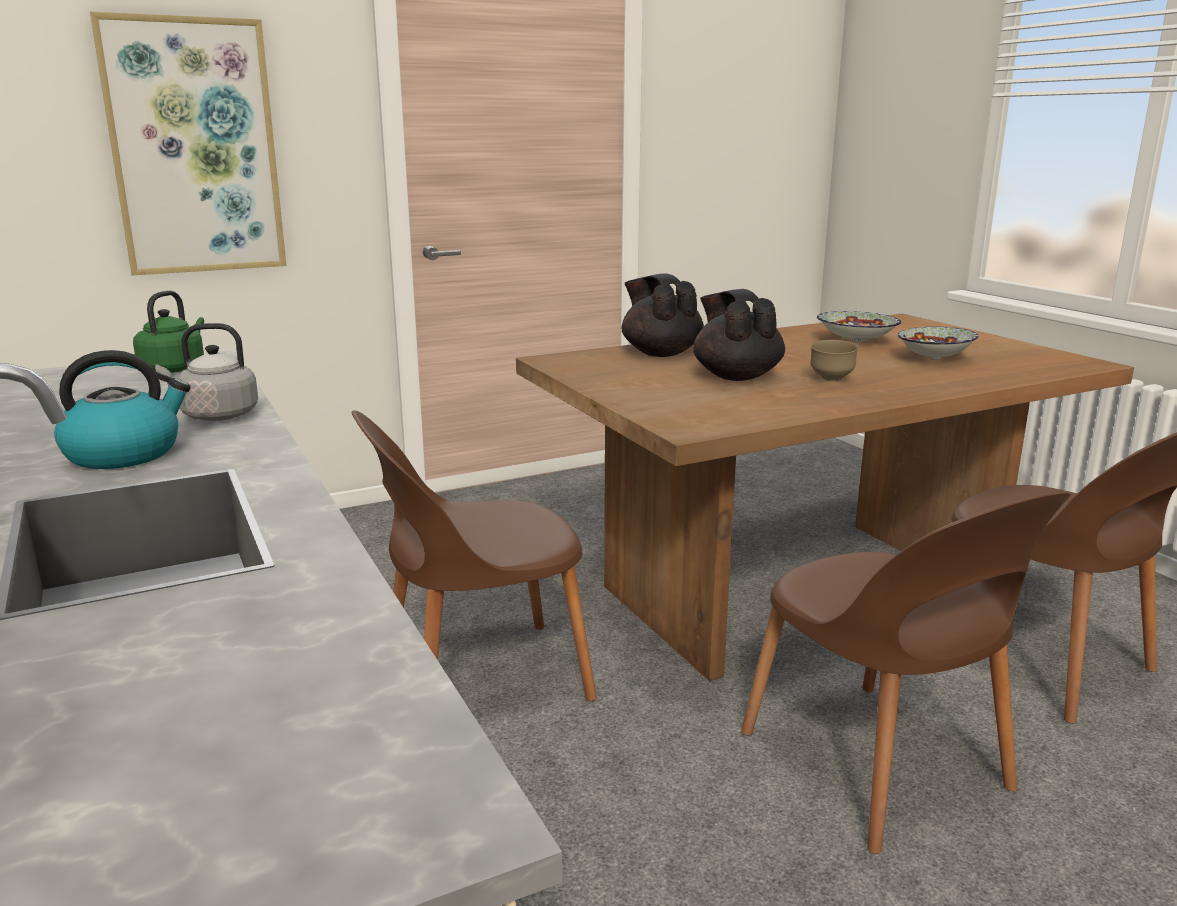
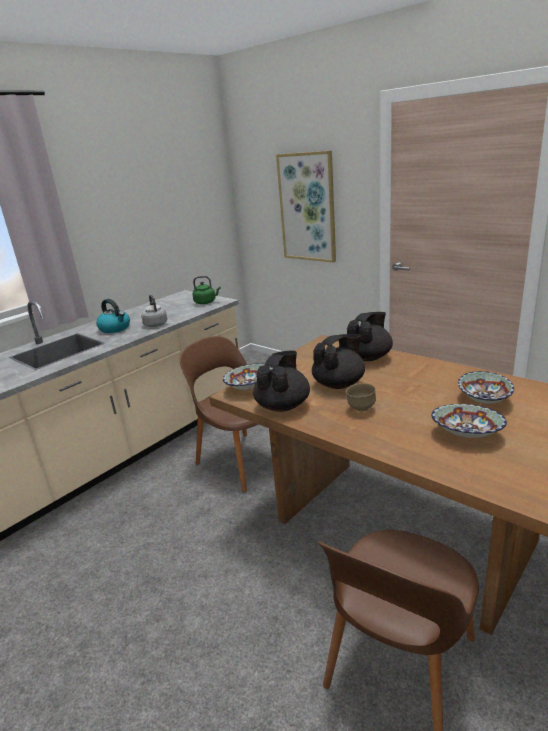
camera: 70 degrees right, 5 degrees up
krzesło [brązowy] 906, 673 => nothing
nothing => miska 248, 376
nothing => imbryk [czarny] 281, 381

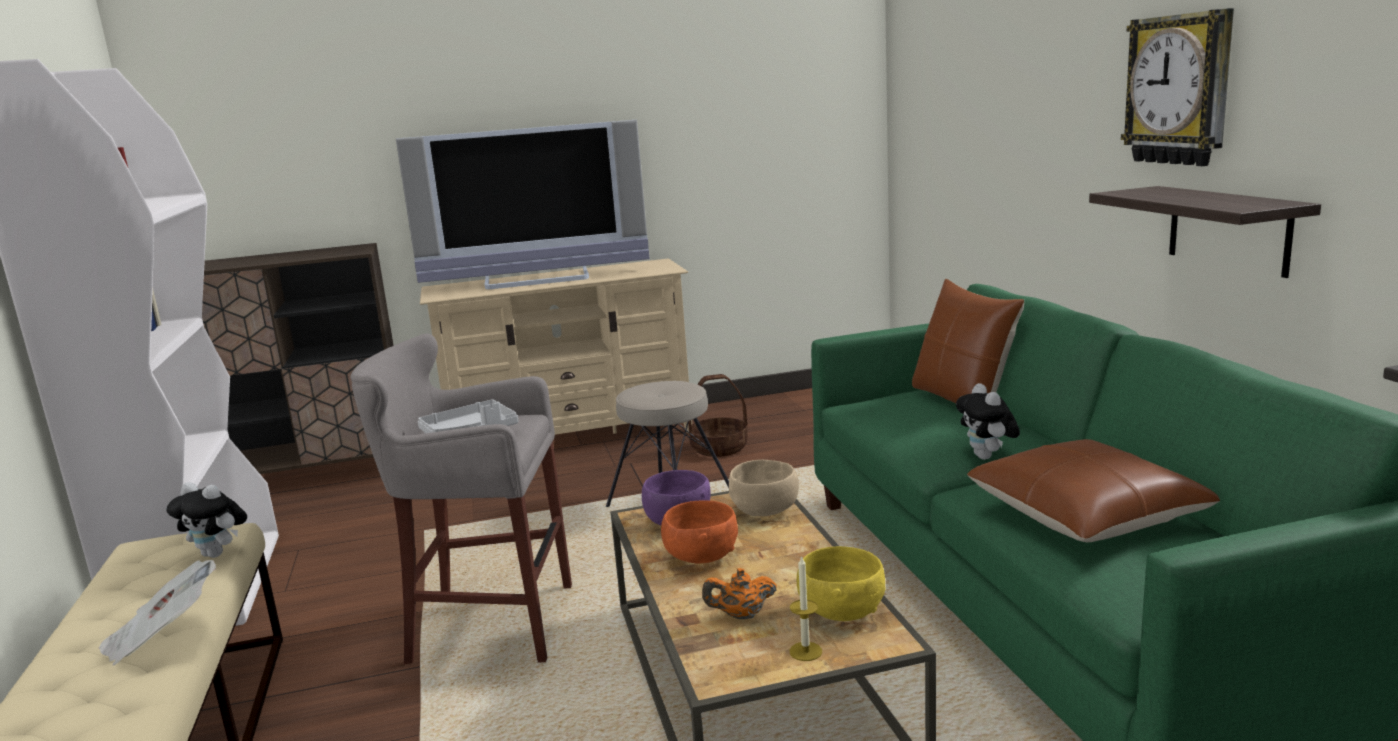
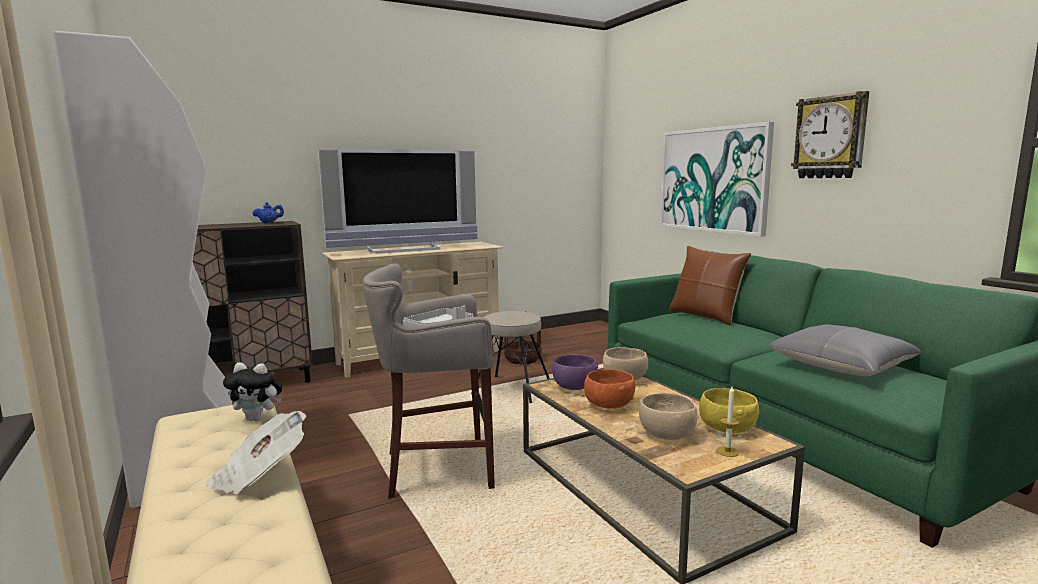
camera: 15 degrees left, 5 degrees down
pluszak 988, 421 => nothing
półka 1205, 232 => nothing
nothing => imbryk [niebieski] 268, 212
nothing => obraz 717, 179
imbryk [pomarańczowy] 739, 593 => miska [beżowy] 668, 416
poduszka [brązowy] 1093, 490 => poduszka [szary] 845, 350

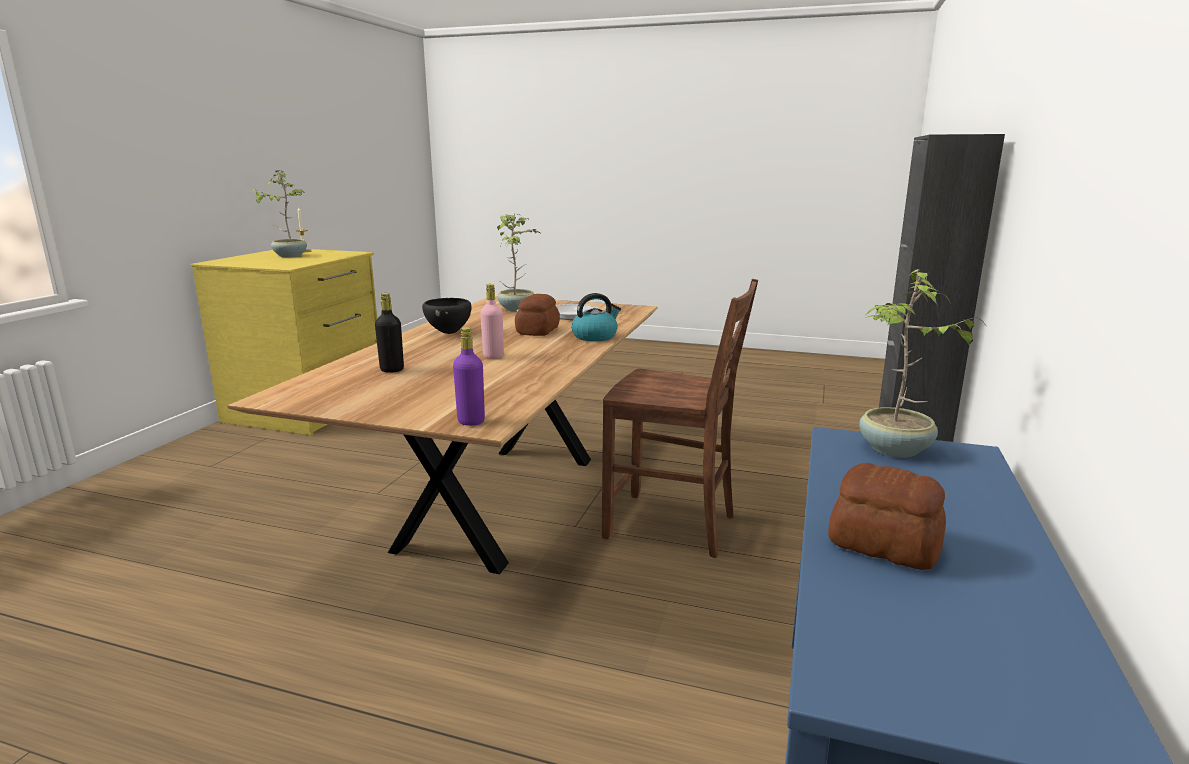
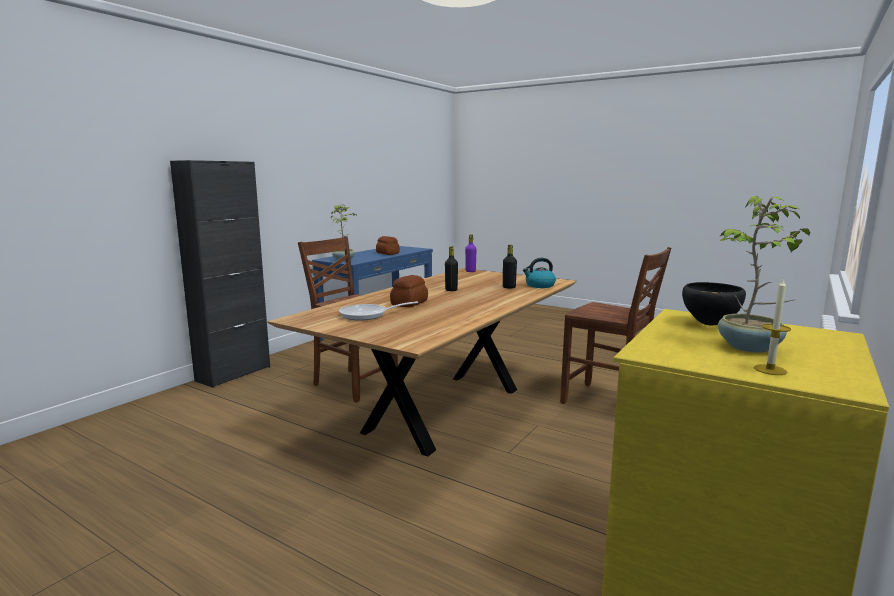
camera: 165 degrees left, 5 degrees down
roślina doniczkowa 518, 263 => nothing
nothing => krzesło [brązowy] 615, 325
miska [czarny] 447, 316 => miska [czarny] 714, 303, shifted
czajnik 596, 317 => czajnik 539, 273, shifted
butelka [różowy] 492, 321 => butelka [czarny] 451, 268

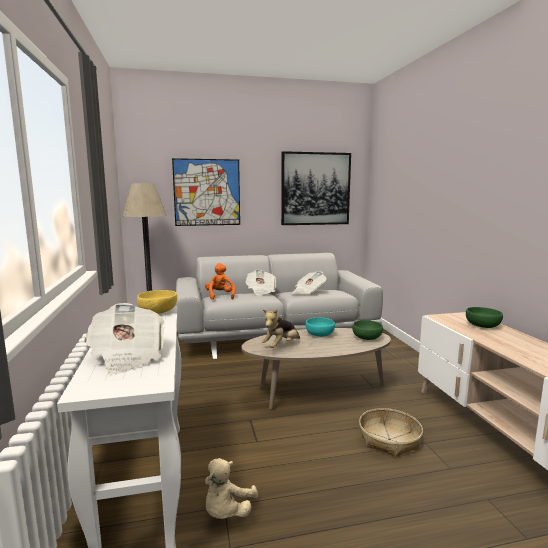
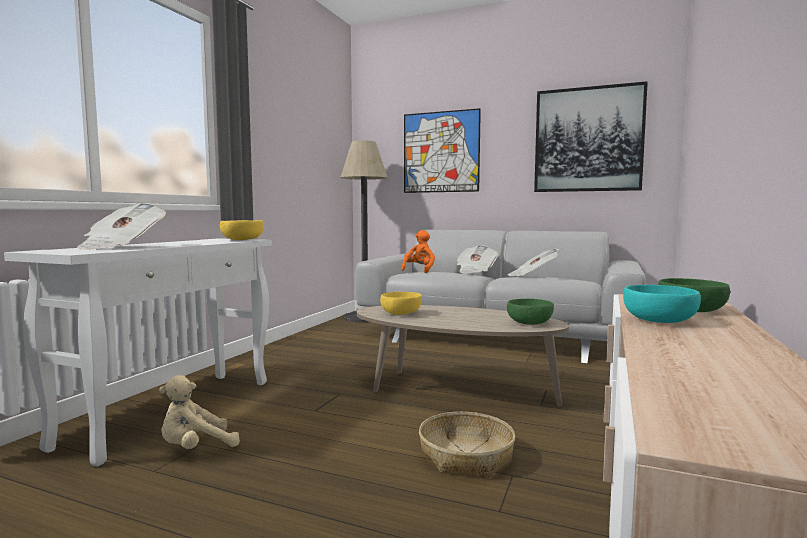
camera: 35 degrees right, 5 degrees down
miska [turkusowy] 320, 327 => miska [turkusowy] 662, 304, shifted
pluszak 280, 328 => miska [żółty] 401, 303

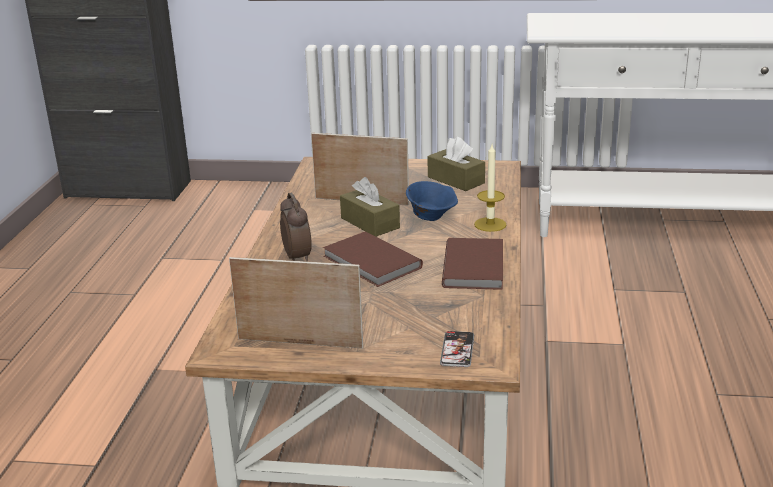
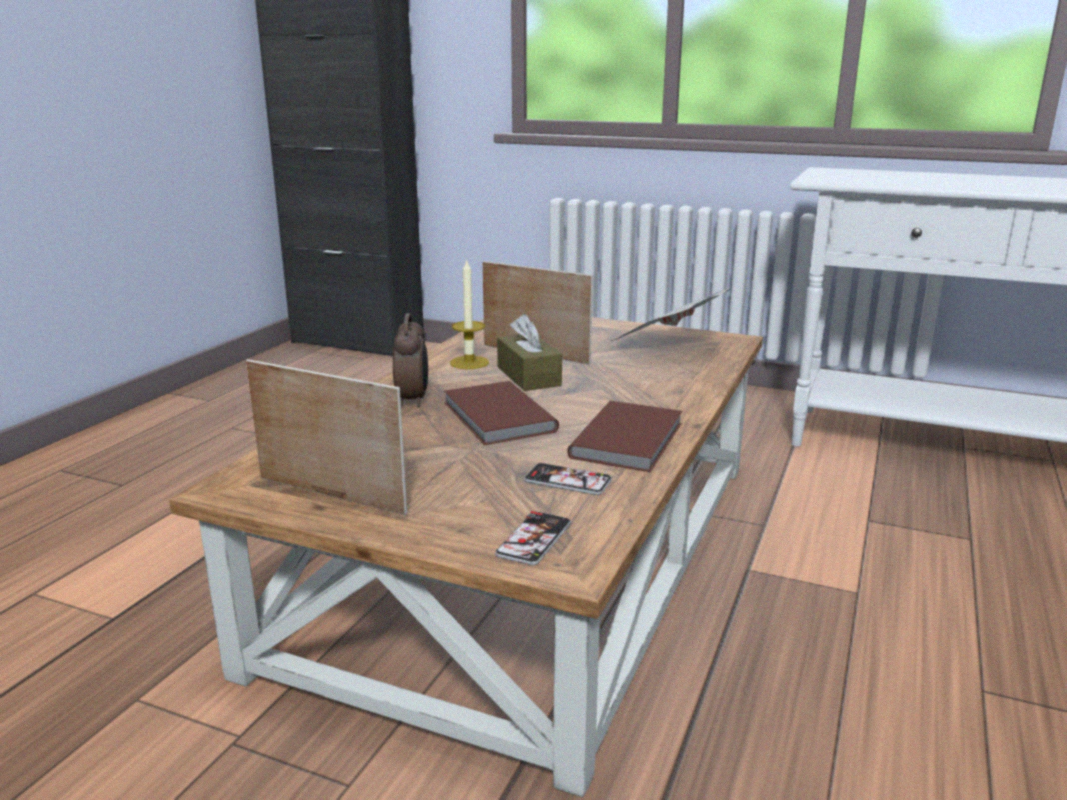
camera: 15 degrees right, 5 degrees down
miska [niebieski] 432, 201 => nothing
nothing => telefon 568, 478
świeca 490, 188 => świeca 469, 313, shifted
pudełko chusteczek [brązowy] 456, 164 => gazeta 670, 314

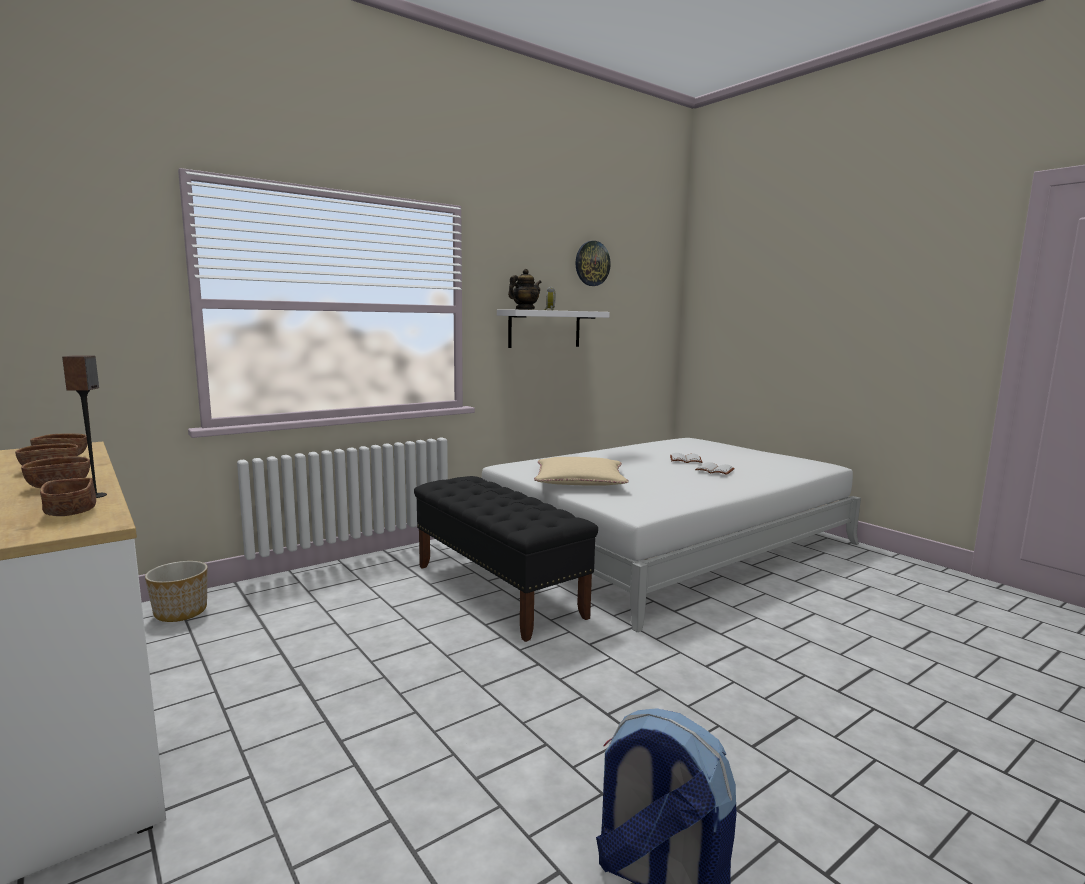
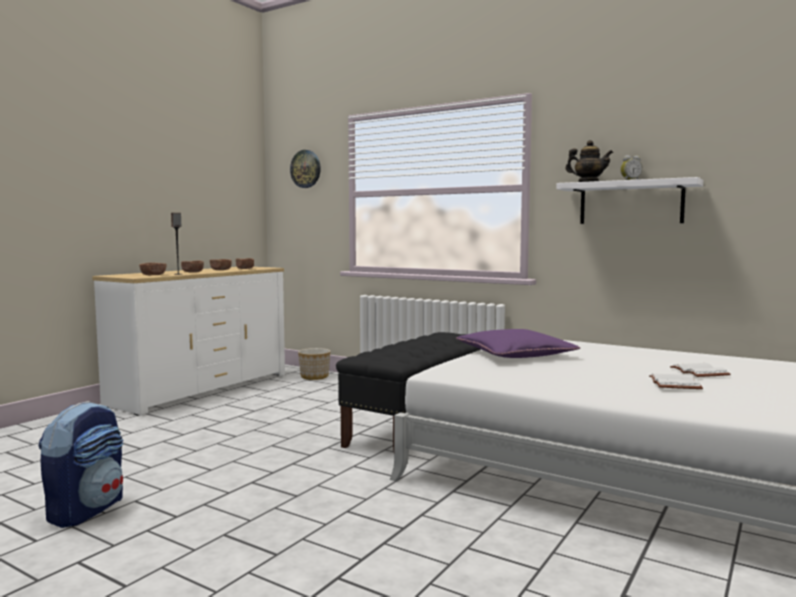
camera: 70 degrees right, 5 degrees down
zegar ścienny 593, 263 => zegar ścienny 305, 169, shifted
poduszka [beżowy] 581, 471 => poduszka [fioletowy] 518, 343

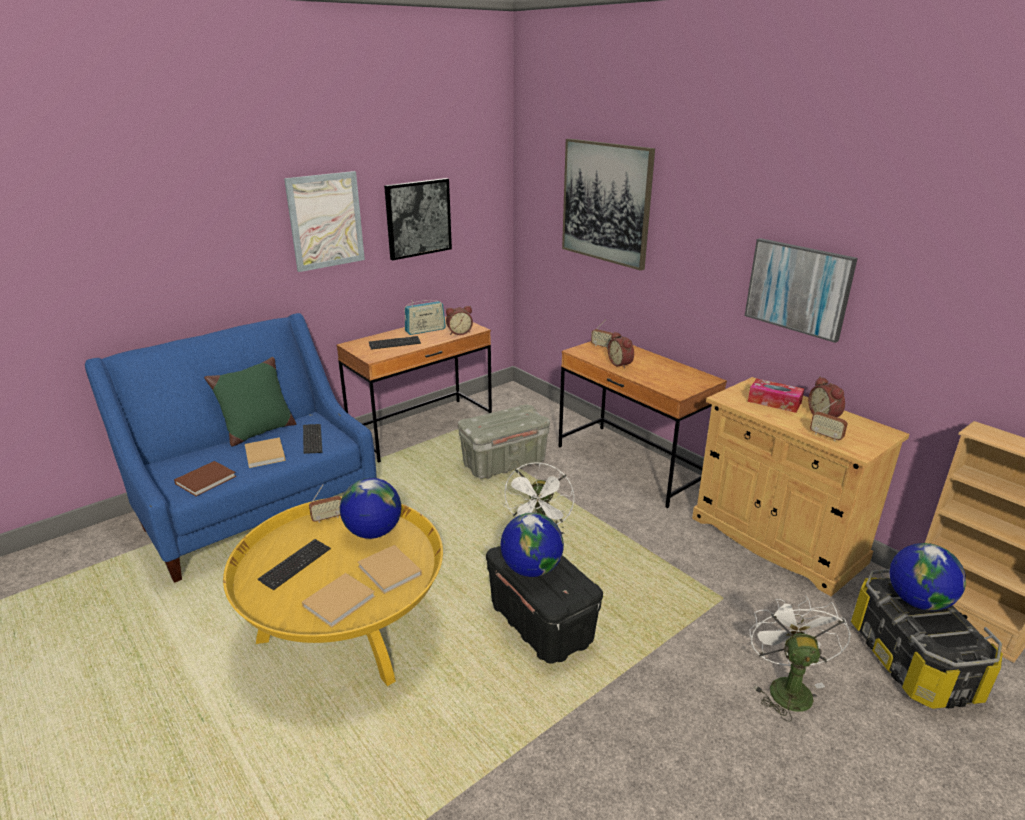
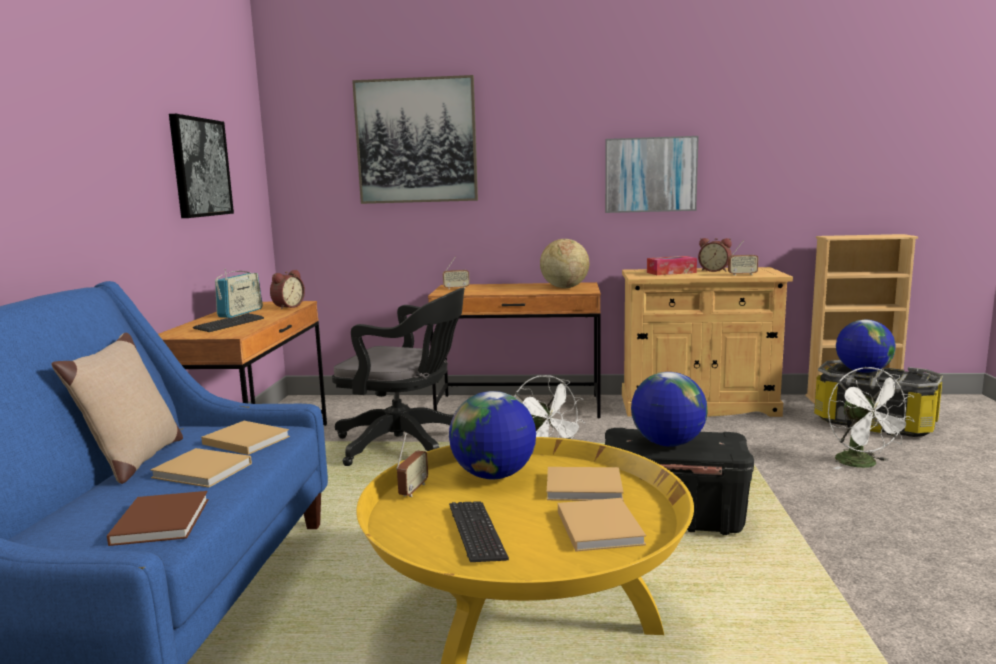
camera: 45 degrees left, 15 degrees down
obraz 324, 221 => nothing
budzik 621, 350 => nothing
nothing => globus 565, 263
klawiatura 312, 439 => książka [beżowy] 245, 438
pojemnik do przechowywania [szary] 504, 441 => krzesło biurowe [czarny] 398, 377
poduszka [zielony] 250, 401 => poduszka [beżowy] 117, 408
wentylator [biały] 800, 658 => wentylator [biały] 871, 418, 150 degrees counterclockwise

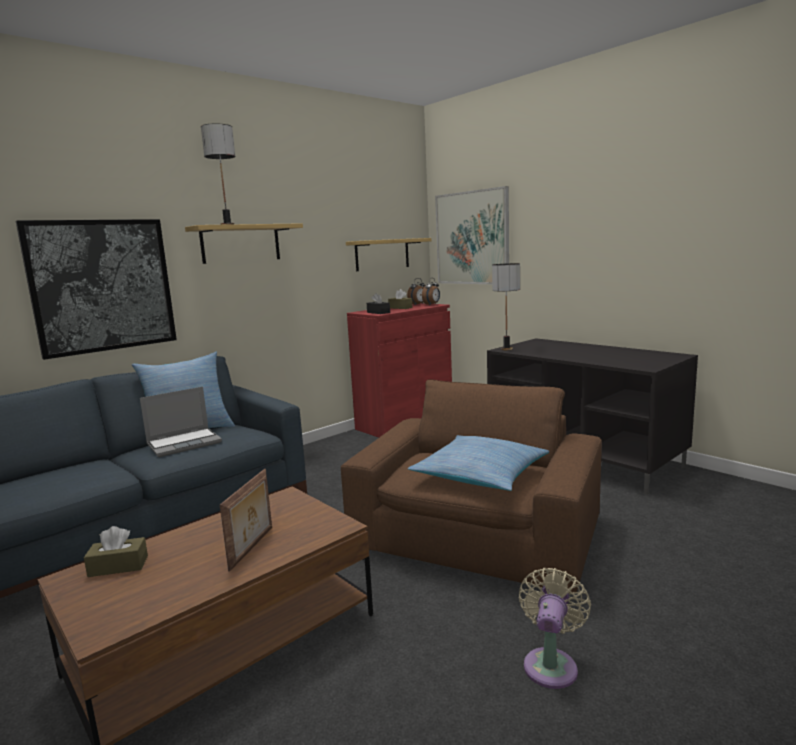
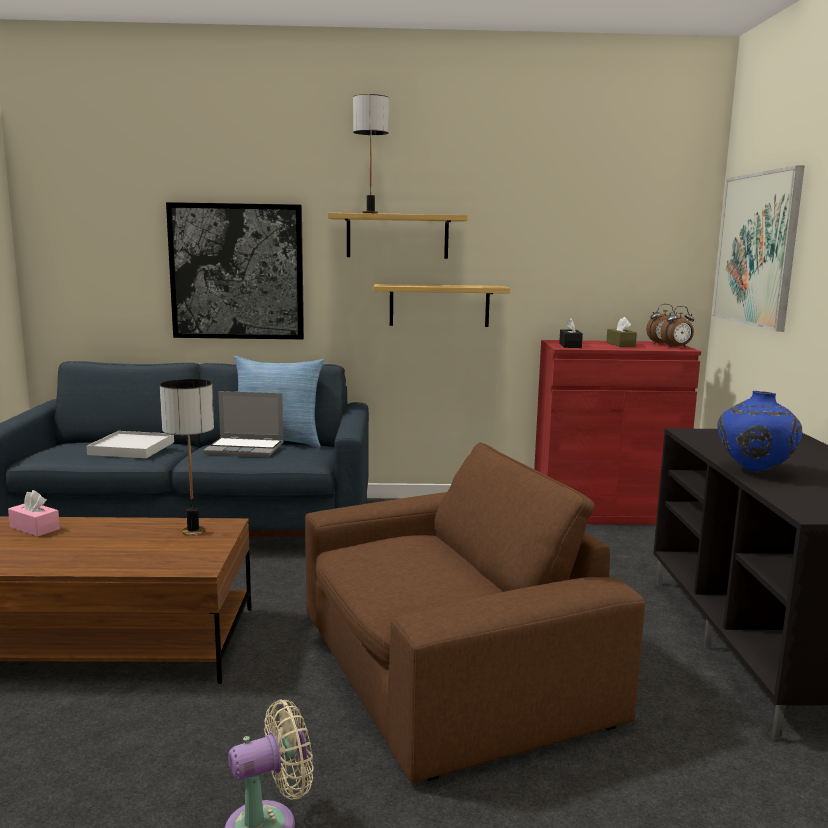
camera: 40 degrees right, 0 degrees up
ramka na zdjęcie 246, 520 => nothing
poduszka 478, 463 => nothing
nothing => taca [biały] 130, 444
nothing => wazon [niebieski] 759, 432
półka 388, 254 => półka 441, 305, shifted
lampa stołowa 506, 306 => lampa stołowa 187, 457, shifted
pudełko chusteczek [brązowy] 116, 551 => pudełko chusteczek [różowy] 34, 513

